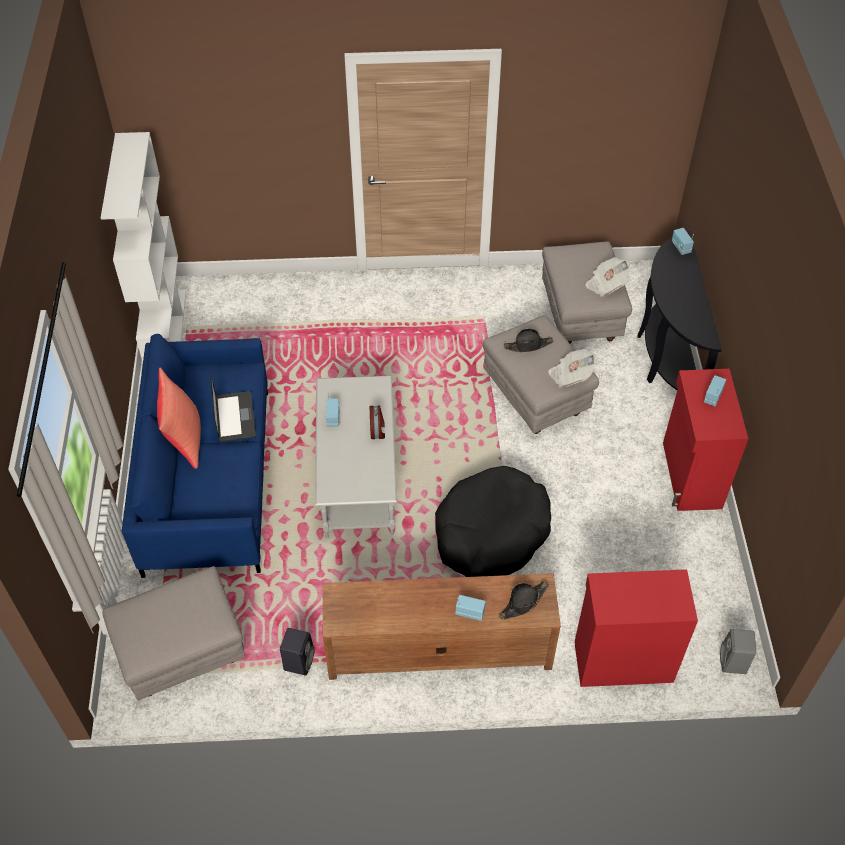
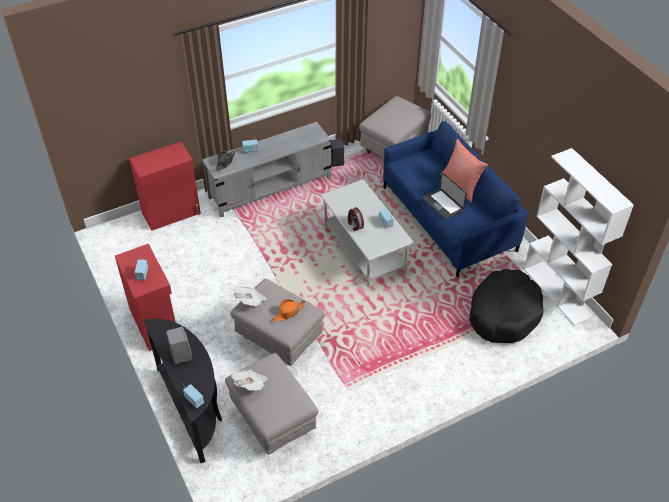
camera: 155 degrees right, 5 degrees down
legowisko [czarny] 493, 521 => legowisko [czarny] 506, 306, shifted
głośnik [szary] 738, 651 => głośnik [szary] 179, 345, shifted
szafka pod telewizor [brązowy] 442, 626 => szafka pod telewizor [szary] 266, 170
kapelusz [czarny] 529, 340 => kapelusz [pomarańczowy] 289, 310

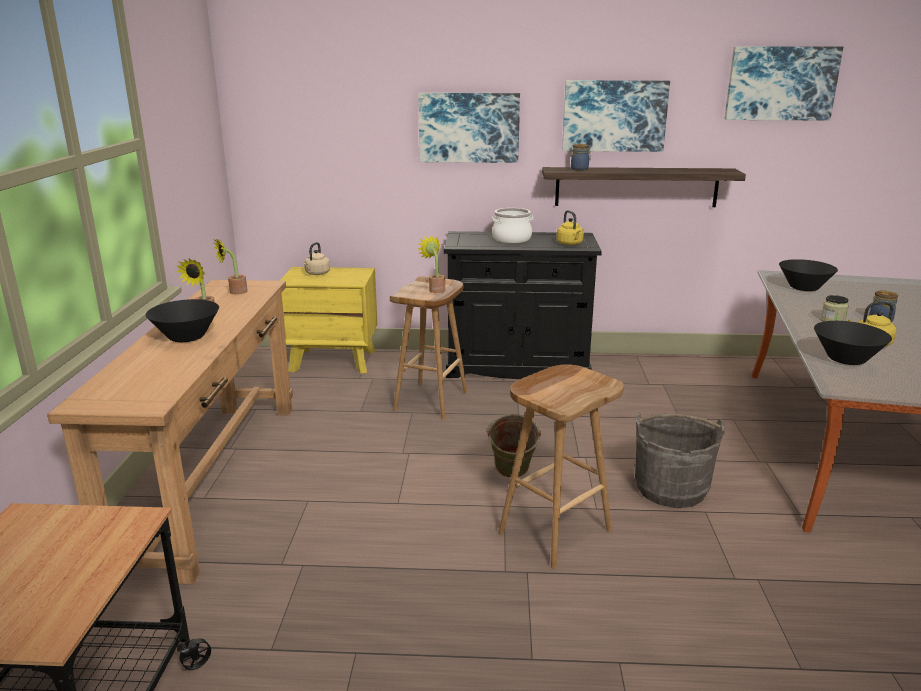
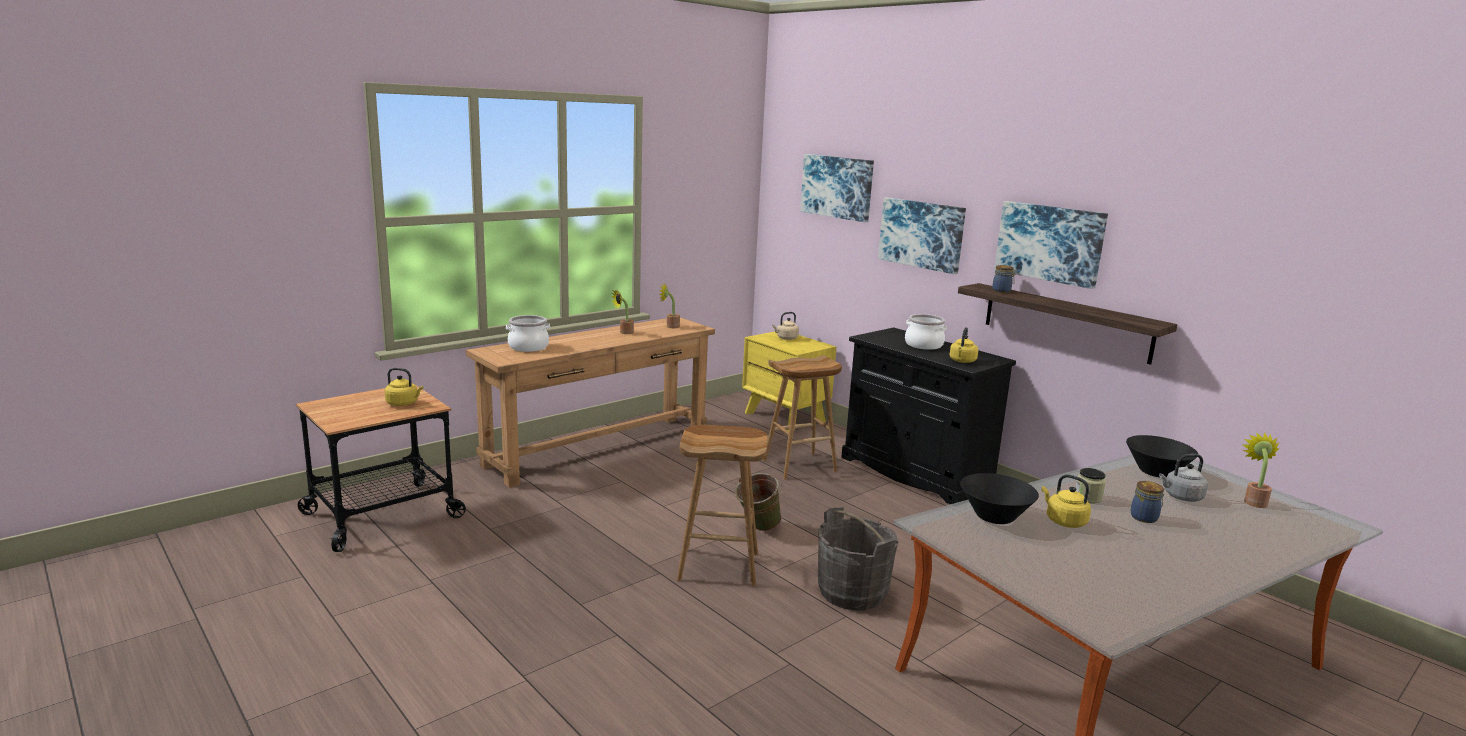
camera: 45 degrees right, 5 degrees down
miska [czarny] 182, 320 => nothing
nothing => czajnik [żółty] 404, 387
nothing => garnek 528, 333
nothing => czajnik [szary] 1183, 478
roślina doniczkowa 431, 264 => roślina doniczkowa 1261, 470, shifted
obraz 784, 83 => obraz 837, 188, shifted

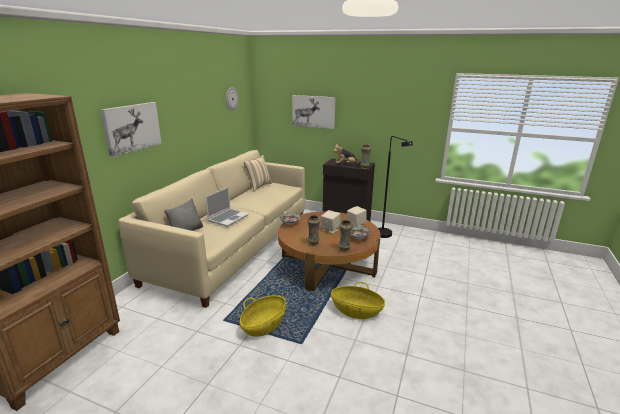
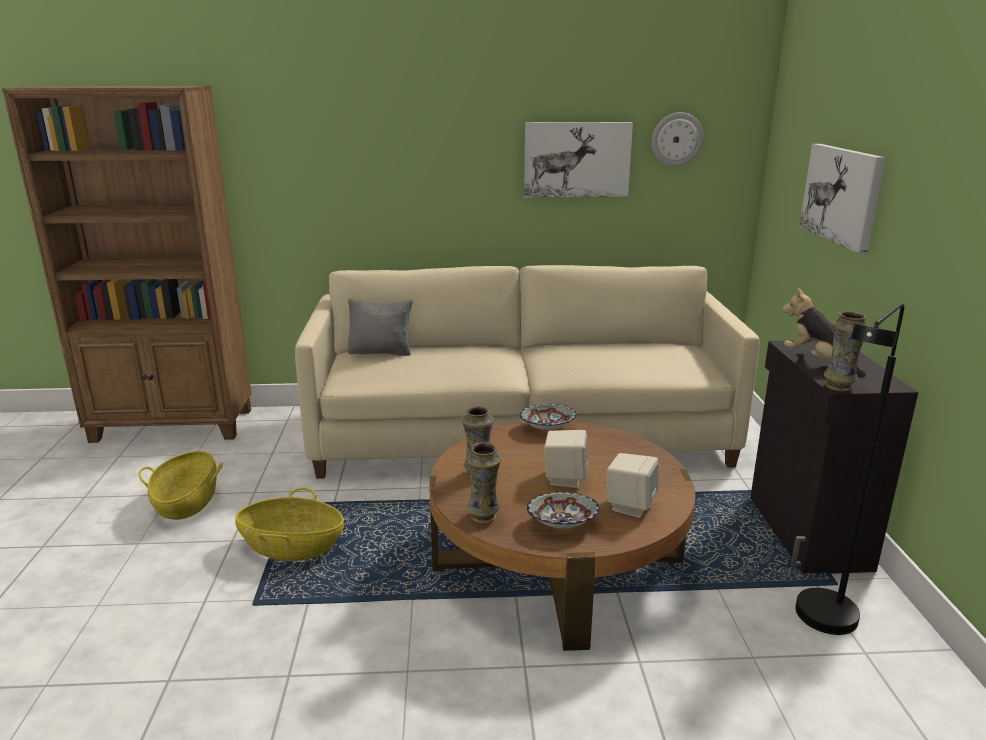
camera: 65 degrees right, 0 degrees up
laptop 227, 207 => nothing
poduszka [beżowy] 258, 173 => nothing
obraz 131, 129 => obraz 578, 160, shifted
koszyk 358, 300 => koszyk 181, 485, shifted

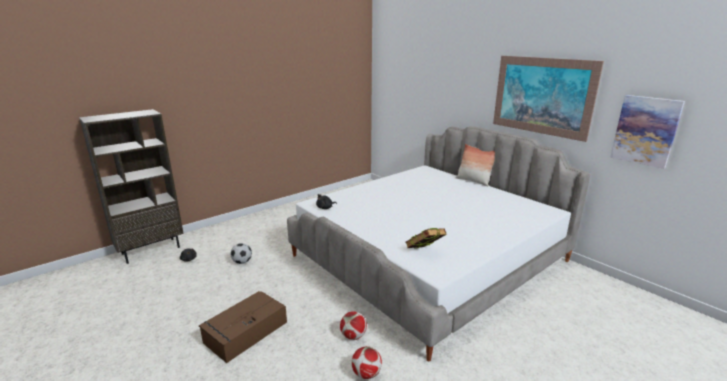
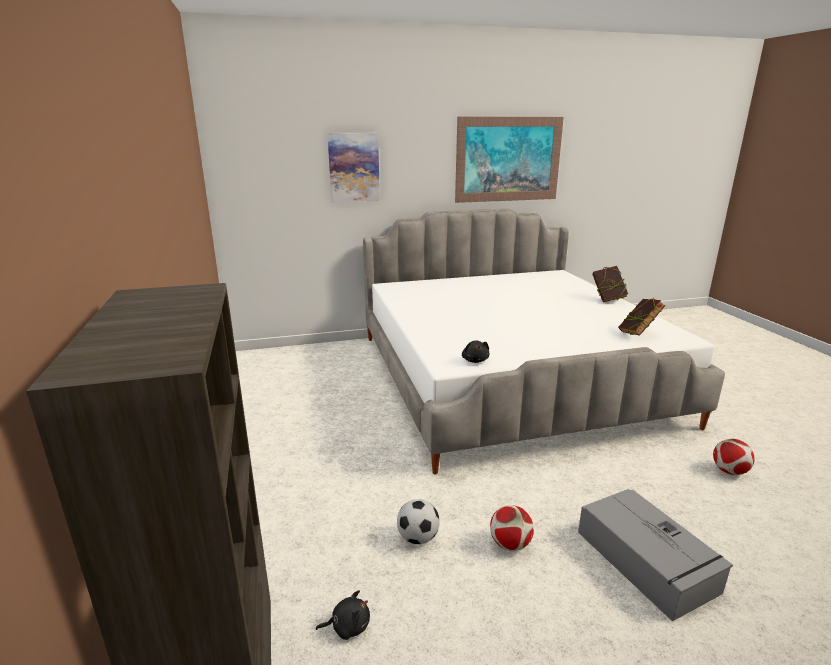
camera: 65 degrees left, 0 degrees up
poduszka 475, 165 => nothing
nothing => książka 610, 284
piłka futbolowa 353, 325 => piłka futbolowa 512, 528, shifted
obraz 647, 132 => obraz 353, 167, shifted
pojemnik do przechowywania [brązowy] 243, 327 => pojemnik do przechowywania [szary] 655, 555

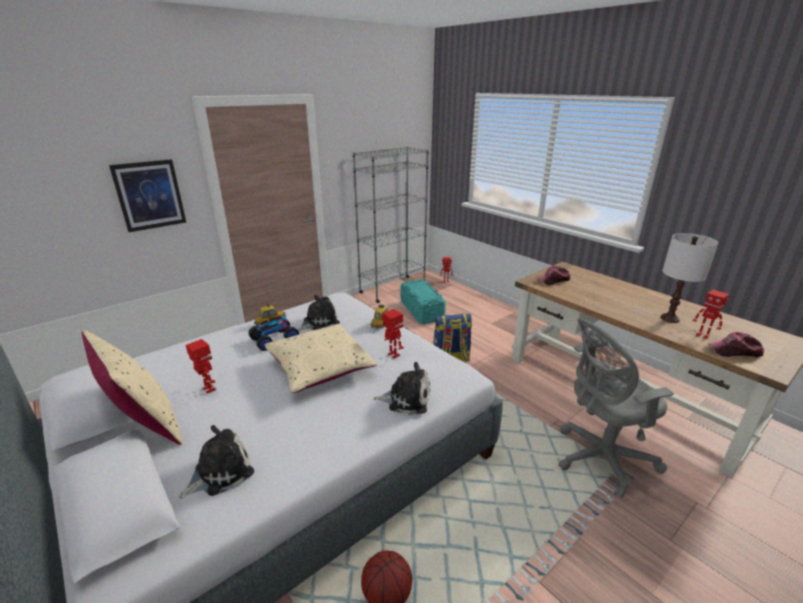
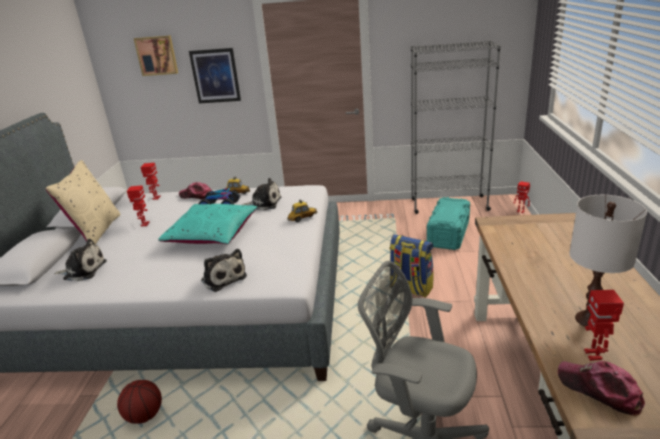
camera: 45 degrees right, 0 degrees up
nothing => obraz 156, 55
robot zabawkowy 393, 333 => robot zabawkowy 150, 181, shifted
czapka z daszkiem 553, 275 => czapka z daszkiem 195, 191, shifted
poduszka [beżowy] 321, 358 => poduszka [turkusowy] 207, 224

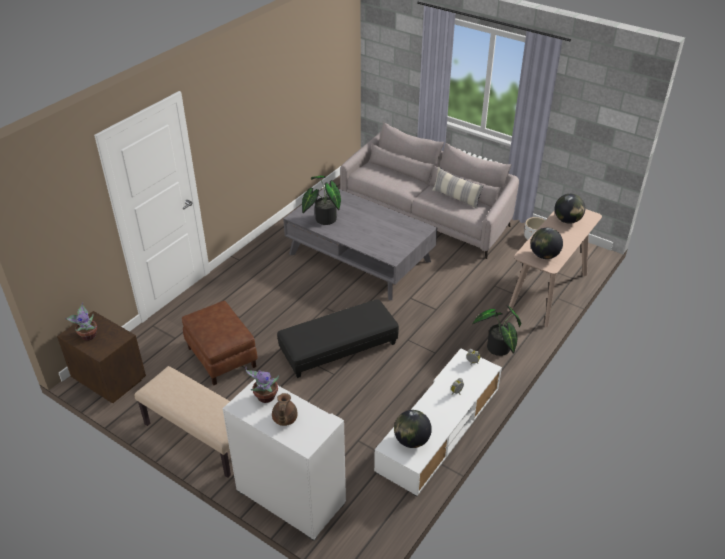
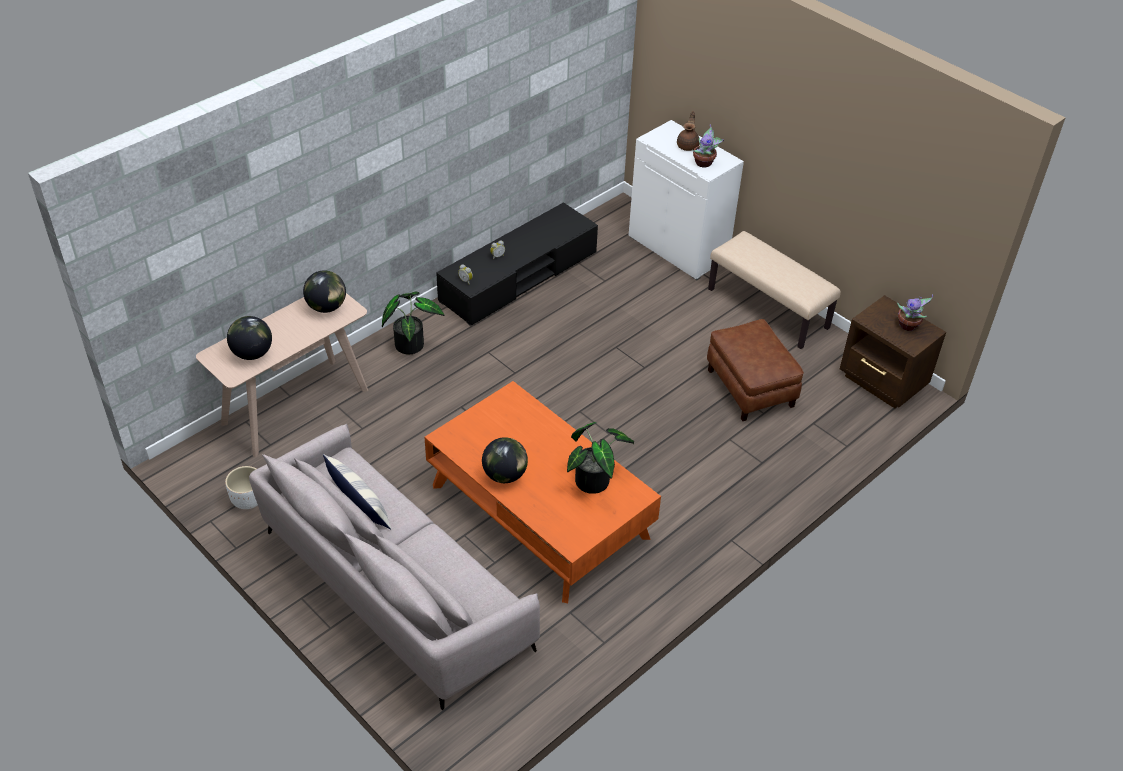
camera: 170 degrees left, 5 degrees up
pufa [czarny] 338, 338 => nothing
globus 413, 429 => globus 505, 460, shifted
ława [szary] 360, 244 => ława [pomarańczowy] 542, 492
szafka pod telewizor [biały] 438, 422 => szafka pod telewizor [czarny] 517, 264

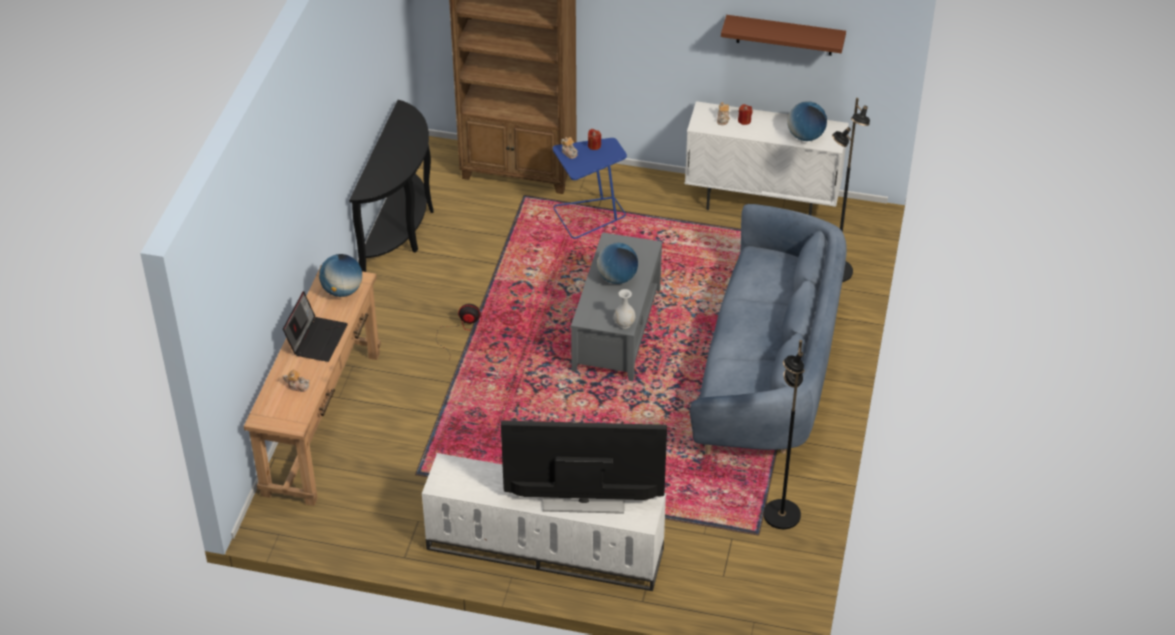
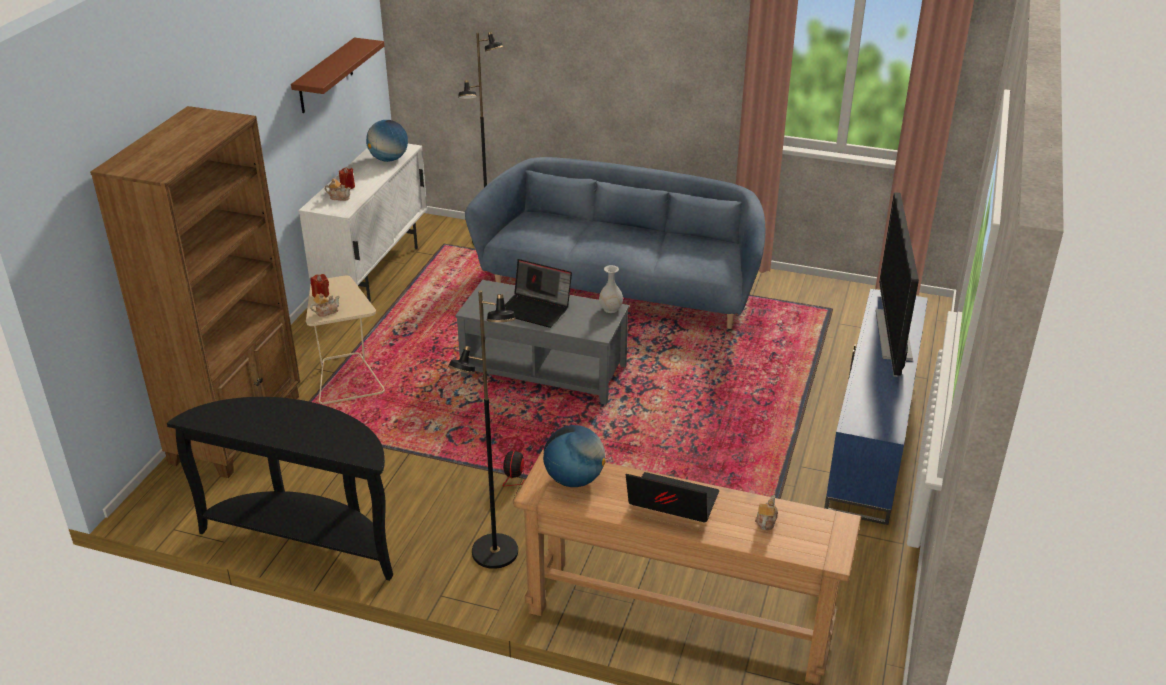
camera: 85 degrees left, 10 degrees down
lampa stojąca [czarny] 784, 434 => lampa stojąca [czarny] 483, 429, shifted
globus 617, 263 => laptop 538, 293
szafka pod telewizor [biały] 544, 522 => szafka pod telewizor [niebieski] 876, 407
stolik [niebieski] 590, 188 => stolik [beżowy] 345, 340

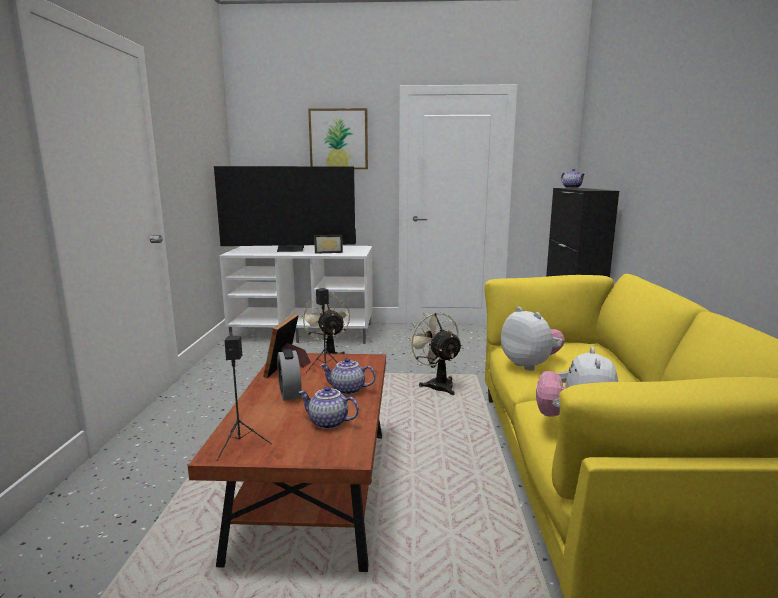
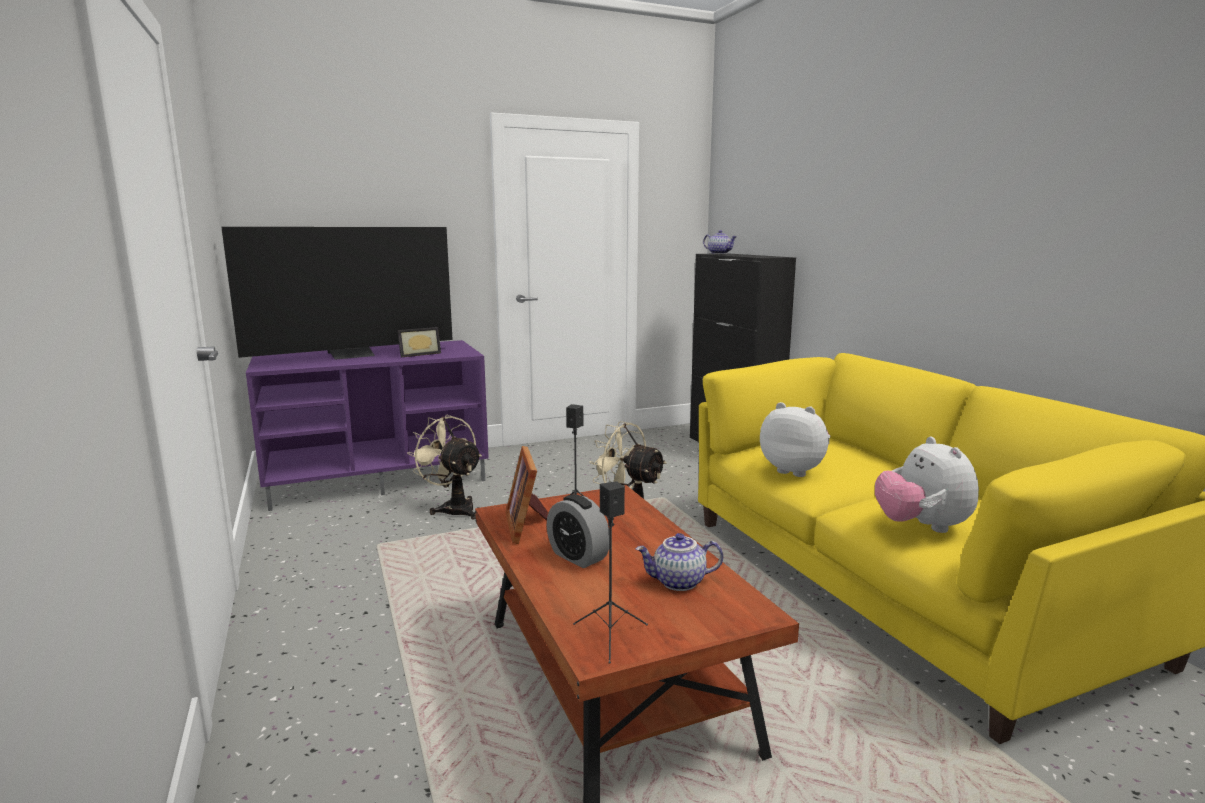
camera: 25 degrees left, 0 degrees up
obraz 338, 138 => nothing
imbryk 348, 376 => nothing
szafka pod telewizor [biały] 296, 295 => szafka pod telewizor [fioletowy] 367, 425

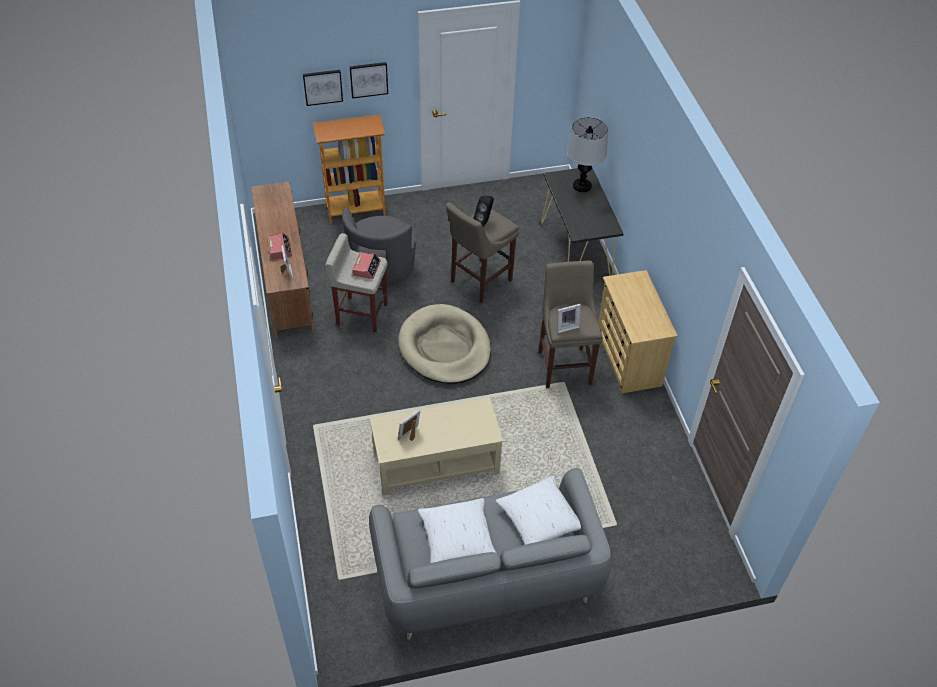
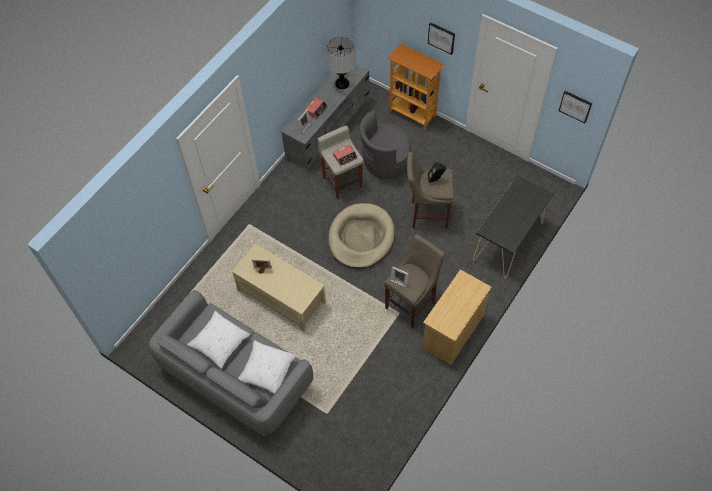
camera: 50 degrees right, 10 degrees up
obraz 323, 88 => obraz 575, 107, shifted
lampa stołowa 587, 154 => lampa stołowa 341, 63, shifted
szafka pod telewizor [brązowy] 283, 259 => szafka pod telewizor [szary] 325, 118

